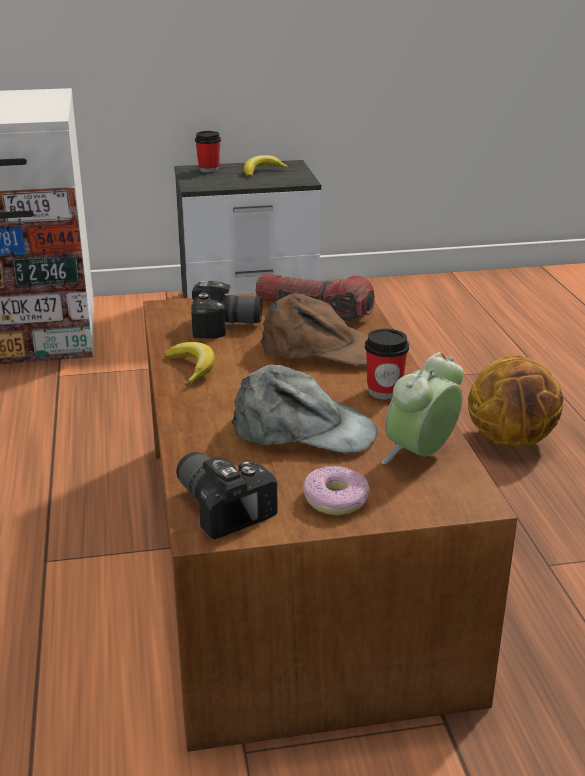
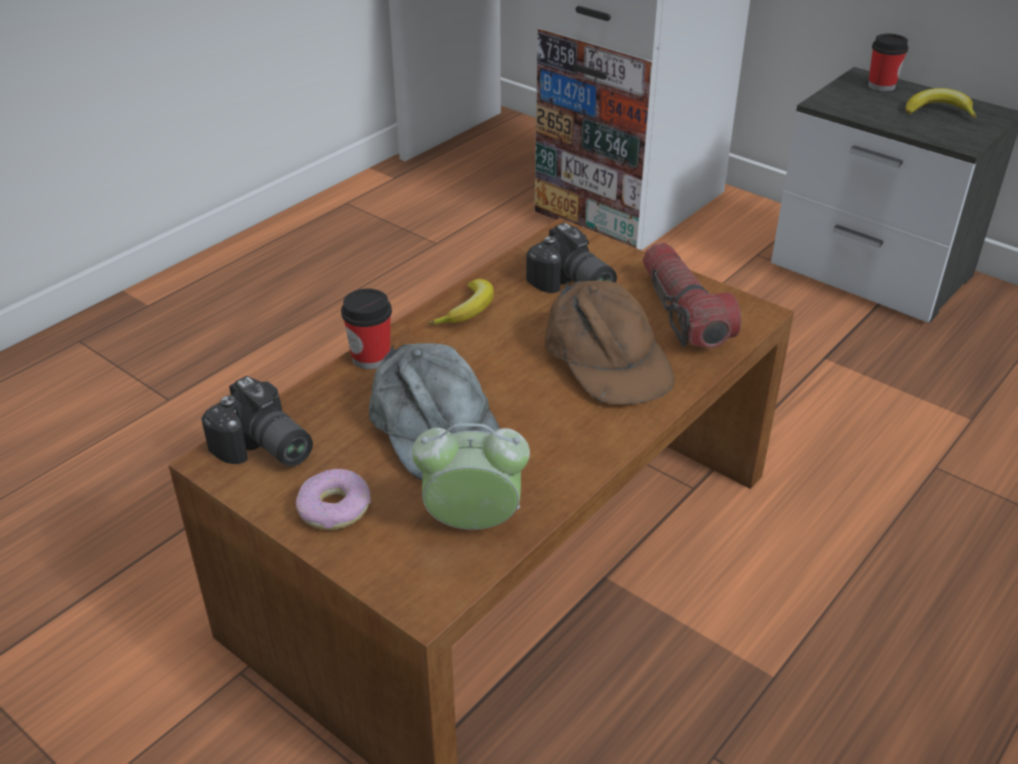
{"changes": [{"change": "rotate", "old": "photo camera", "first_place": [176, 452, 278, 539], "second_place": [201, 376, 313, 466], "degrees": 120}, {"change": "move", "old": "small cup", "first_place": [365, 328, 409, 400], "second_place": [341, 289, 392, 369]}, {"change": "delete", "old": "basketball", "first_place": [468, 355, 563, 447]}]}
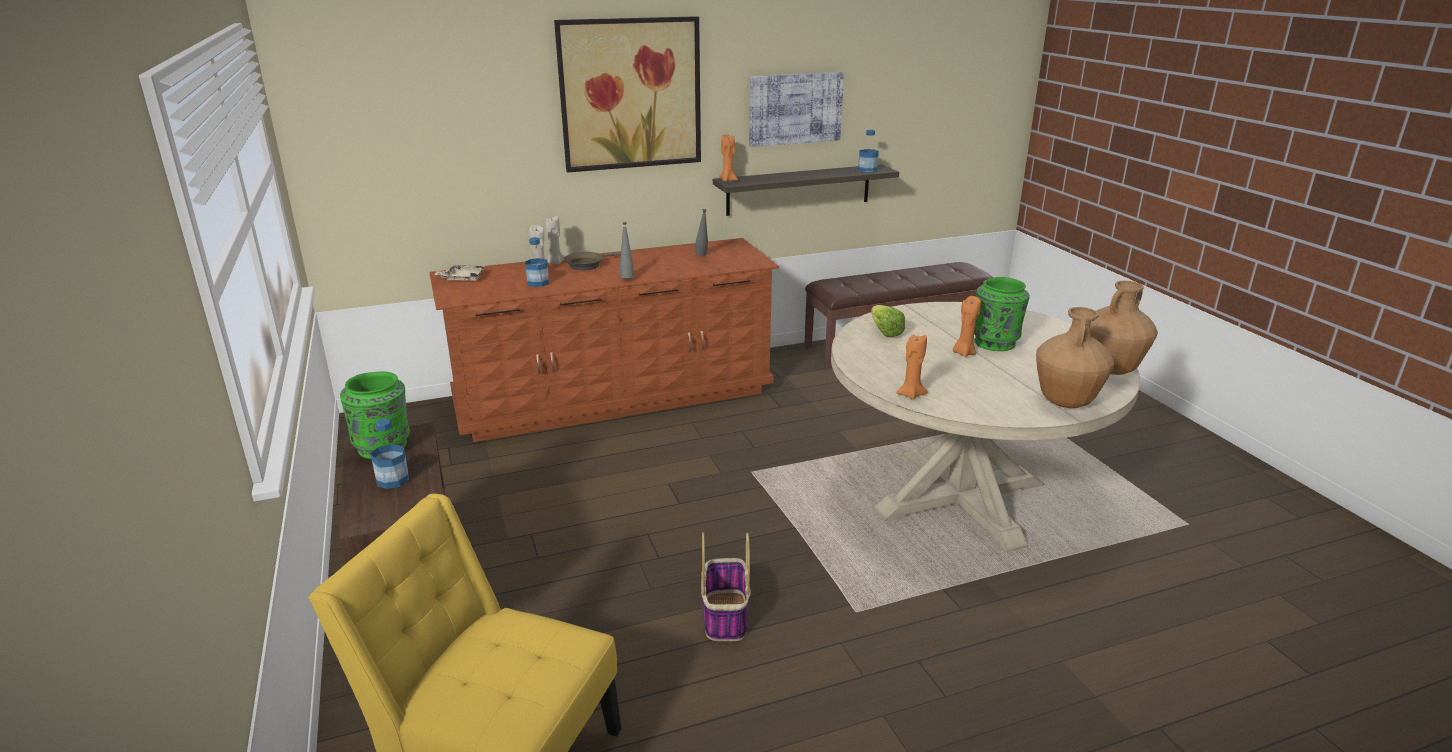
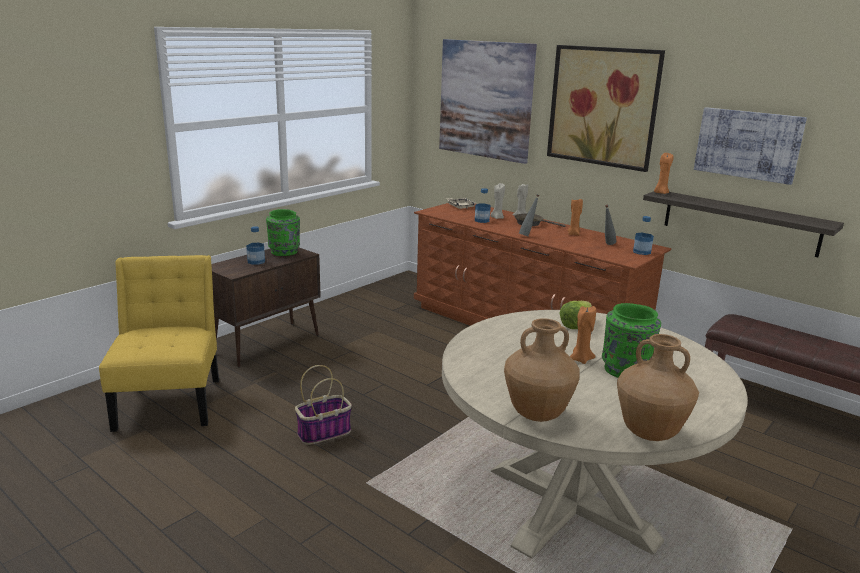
{"changes": [{"change": "insert", "new": "picture", "second_place": [439, 39, 537, 164]}, {"change": "move", "old": "candle in orange", "first_place": [896, 334, 928, 400], "second_place": [567, 198, 583, 235]}, {"change": "move", "old": "beverage bottle", "first_place": [858, 130, 879, 173], "second_place": [633, 216, 654, 255]}]}
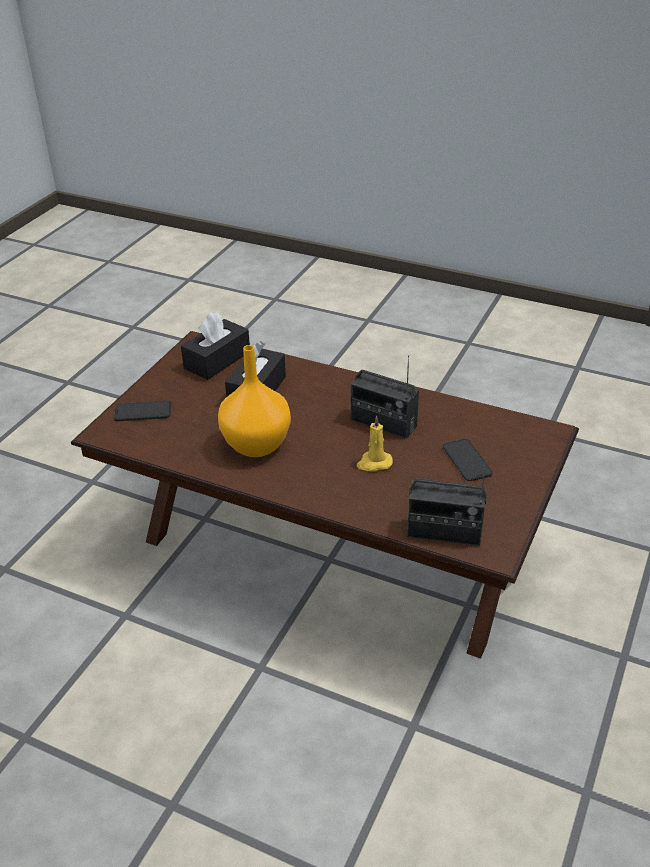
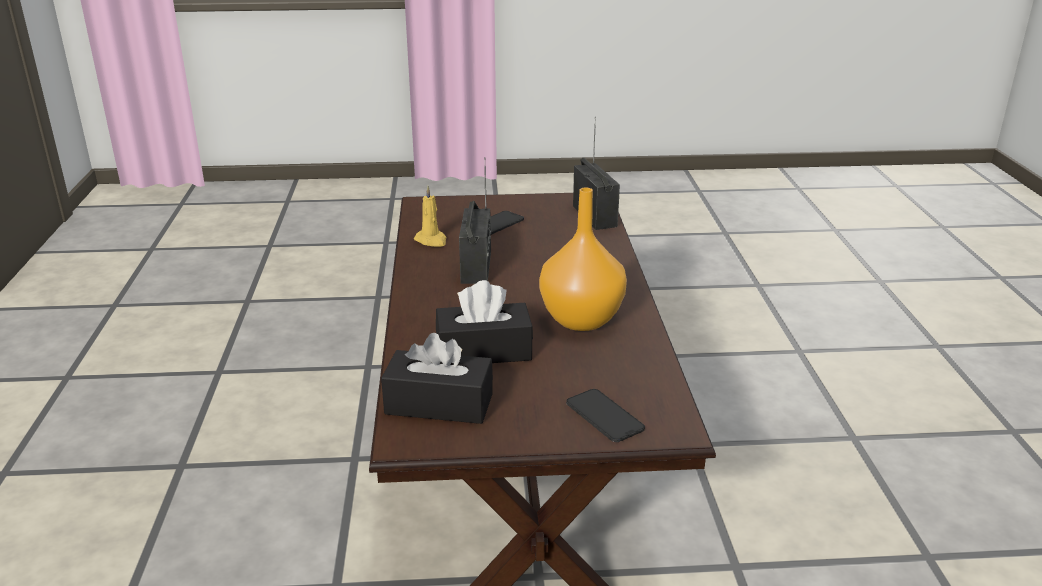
{"changes": [{"change": "move", "old": "candle in yellowish", "first_place": [357, 416, 393, 471], "second_place": [414, 186, 446, 247]}]}
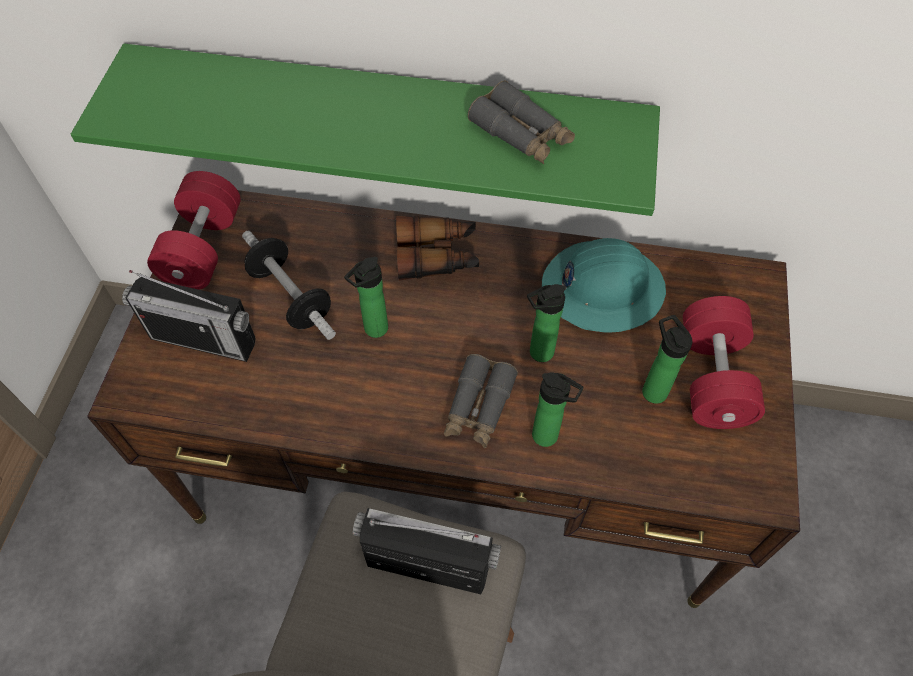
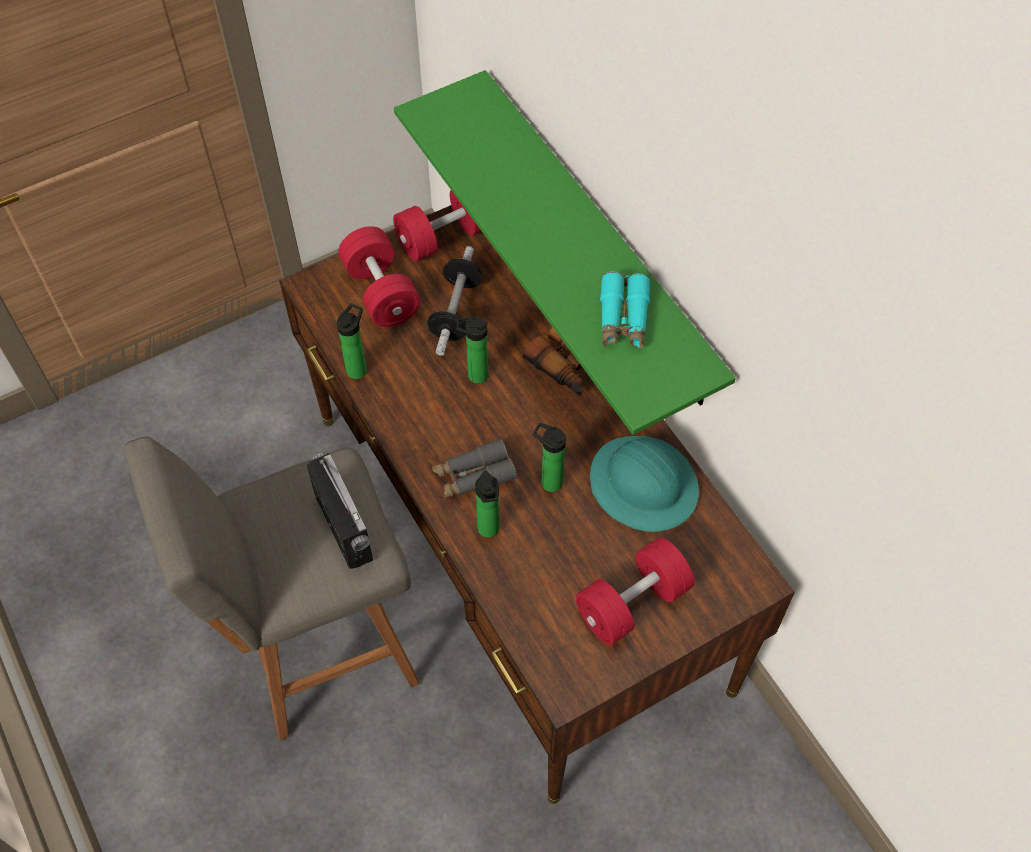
{"changes": [{"change": "move", "old": "beverage bottle", "first_place": [642, 315, 692, 404], "second_place": [337, 303, 367, 379]}, {"change": "replace", "old": "radio set", "new": "dumbbell in reddish", "first_place": [122, 270, 256, 362], "second_place": [338, 226, 420, 327]}, {"change": "recolor", "old": "pair of binoculars in grey", "new": "pair of binoculars in turquoise-coloured", "first_place": [468, 80, 575, 164], "second_place": [600, 272, 651, 348]}]}
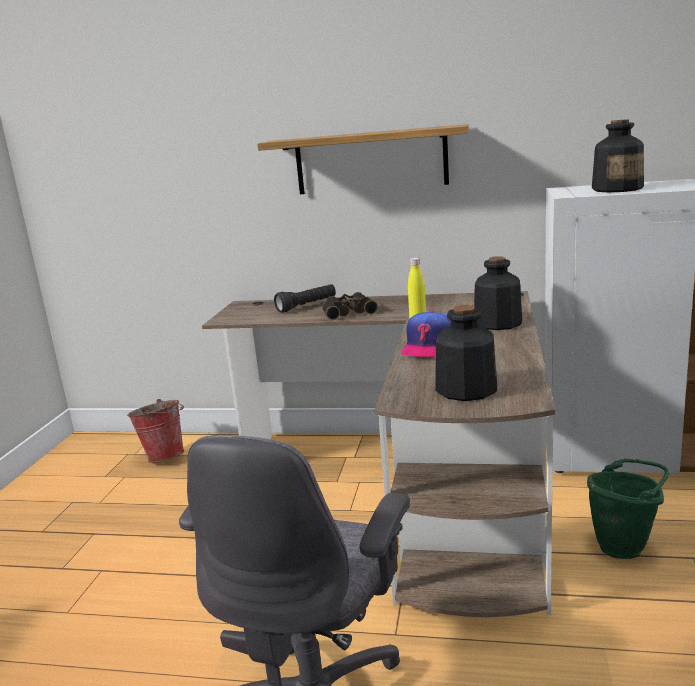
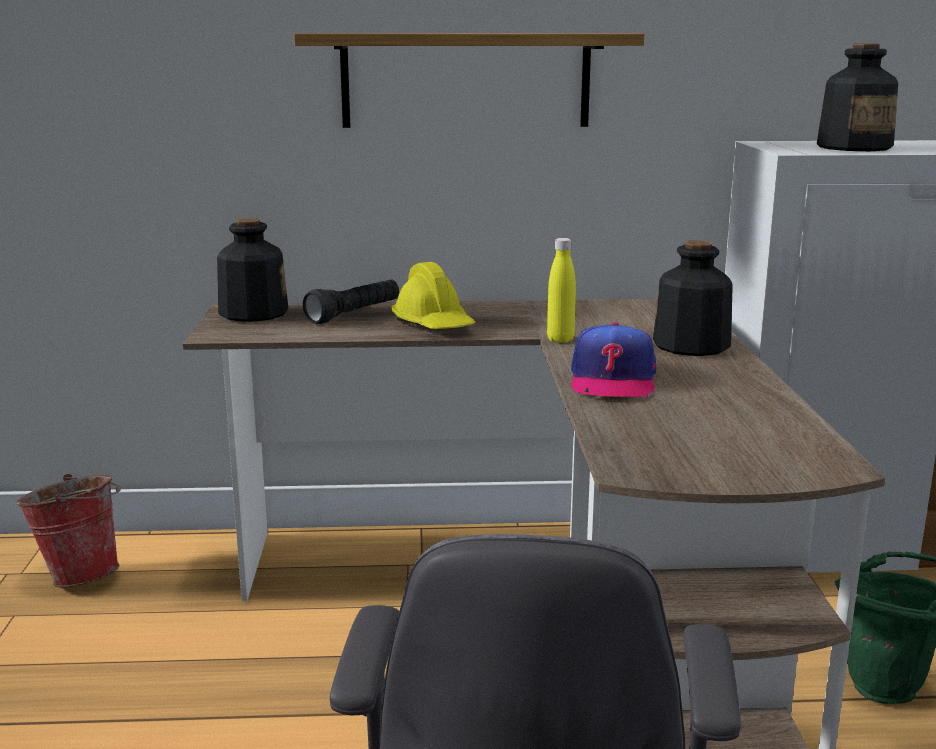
{"changes": [{"change": "move", "old": "beverage bottle", "first_place": [435, 305, 497, 401], "second_place": [217, 218, 288, 322]}, {"change": "replace", "old": "pair of binoculars", "new": "hard hat in yellowish", "first_place": [322, 292, 378, 320], "second_place": [392, 262, 476, 329]}]}
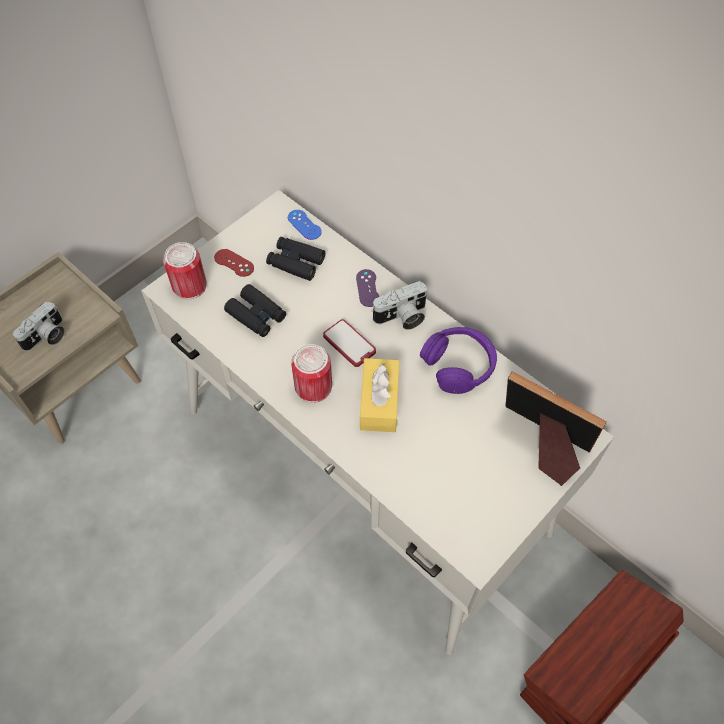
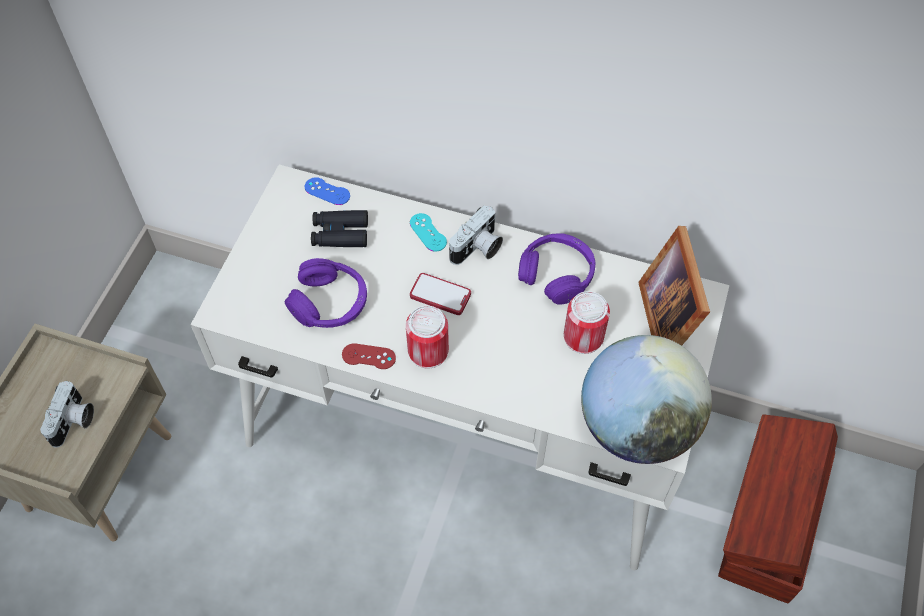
{"changes": [{"change": "replace", "old": "pair of binoculars in black-coloured", "new": "headphones in purplish", "first_place": [224, 284, 286, 337], "second_place": [285, 258, 367, 328]}, {"change": "move", "old": "gamepad in reddish", "first_place": [214, 249, 254, 277], "second_place": [342, 343, 396, 369]}, {"change": "recolor", "old": "gamepad in purplish", "new": "gamepad in turquoise-coloured", "first_place": [356, 269, 380, 307], "second_place": [410, 213, 447, 252]}, {"change": "move", "old": "metal can", "first_place": [163, 242, 207, 299], "second_place": [564, 291, 610, 354]}, {"change": "insert", "new": "desk globe", "second_place": [581, 335, 712, 464]}, {"change": "rotate", "old": "picture frame", "first_place": [505, 371, 607, 486], "second_place": [638, 226, 710, 346], "degrees": -105}, {"change": "delete", "old": "tissue box in yellowish", "first_place": [360, 358, 400, 432]}]}
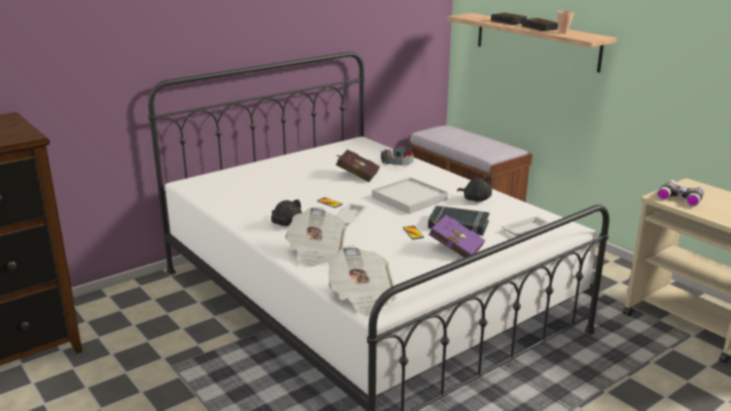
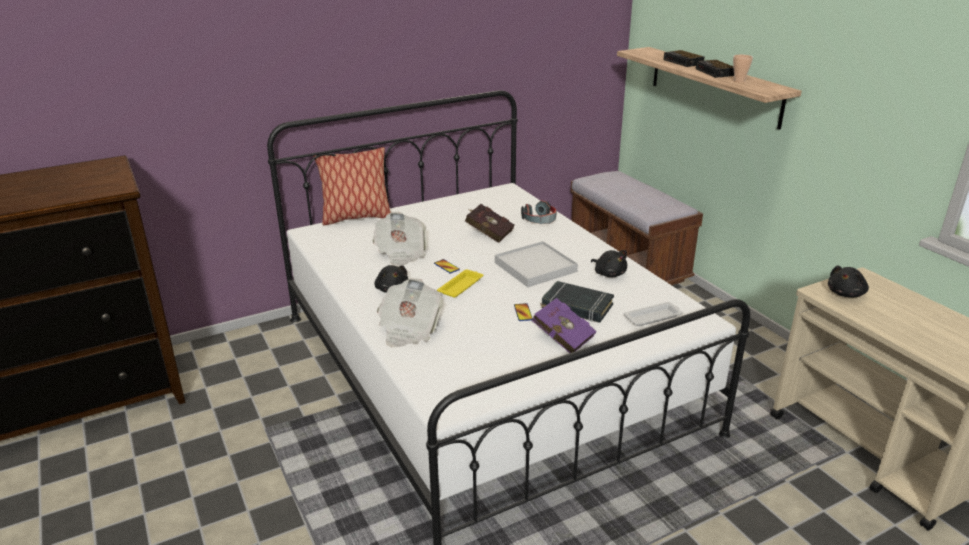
{"changes": [{"change": "insert", "new": "cushion", "second_place": [313, 147, 391, 225]}, {"change": "move", "old": "newspaper", "first_place": [328, 246, 396, 316], "second_place": [372, 212, 427, 267]}, {"change": "recolor", "old": "serving tray in white", "new": "serving tray in yellowish", "first_place": [336, 203, 367, 226], "second_place": [437, 269, 483, 298]}, {"change": "replace", "old": "pair of binoculars", "new": "soft toy in black-coloured", "first_place": [657, 180, 705, 207], "second_place": [828, 266, 869, 297]}]}
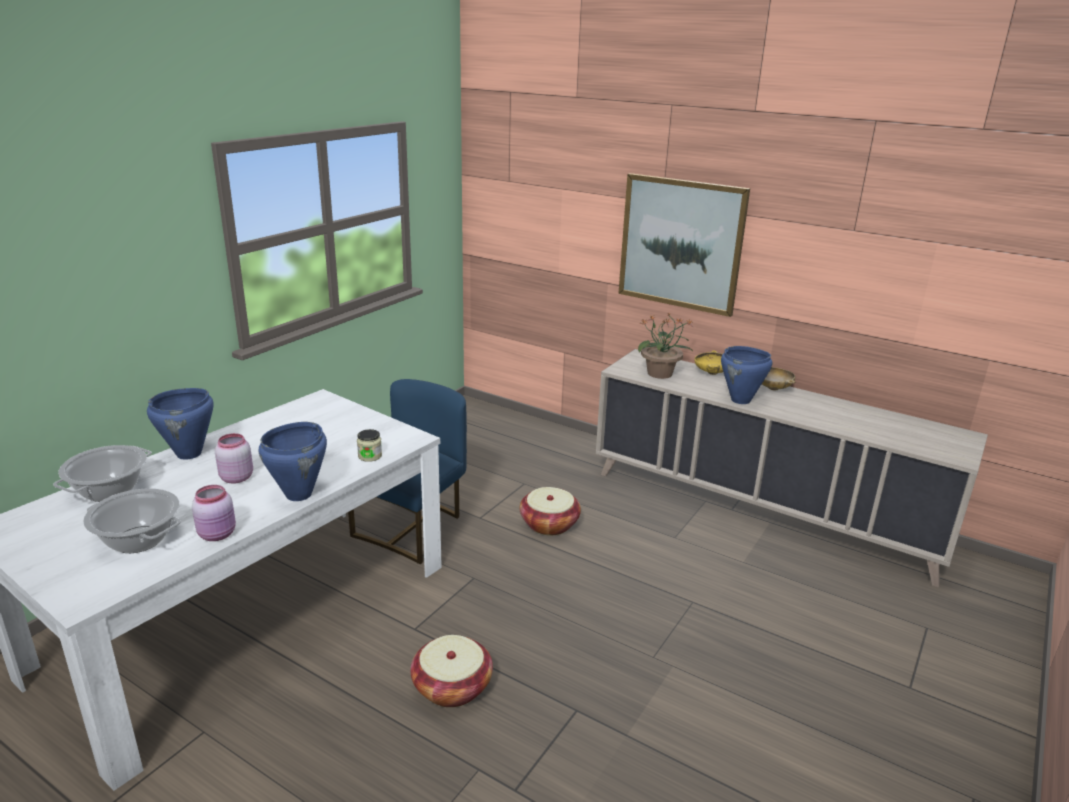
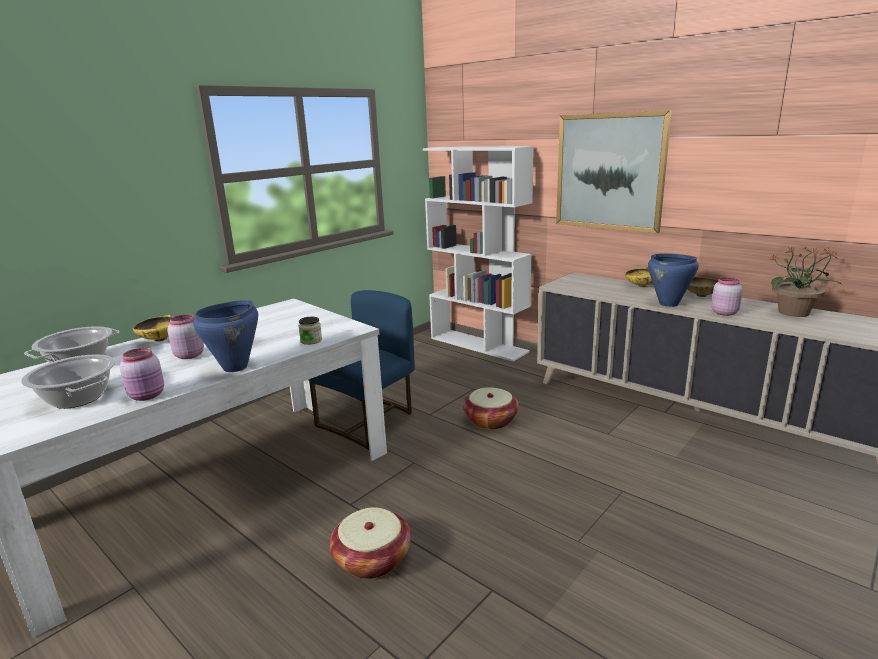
{"changes": [{"change": "replace", "old": "saucepot in bluish", "new": "serving bowl in yellowish", "first_place": [147, 388, 214, 460], "second_place": [133, 315, 173, 342]}, {"change": "insert", "new": "shelving unit in white", "second_place": [423, 146, 534, 362]}, {"change": "insert", "new": "jar in pinkish", "second_place": [711, 277, 743, 316]}, {"change": "move", "old": "plant in a pot", "first_place": [638, 314, 693, 379], "second_place": [768, 246, 841, 317]}]}
